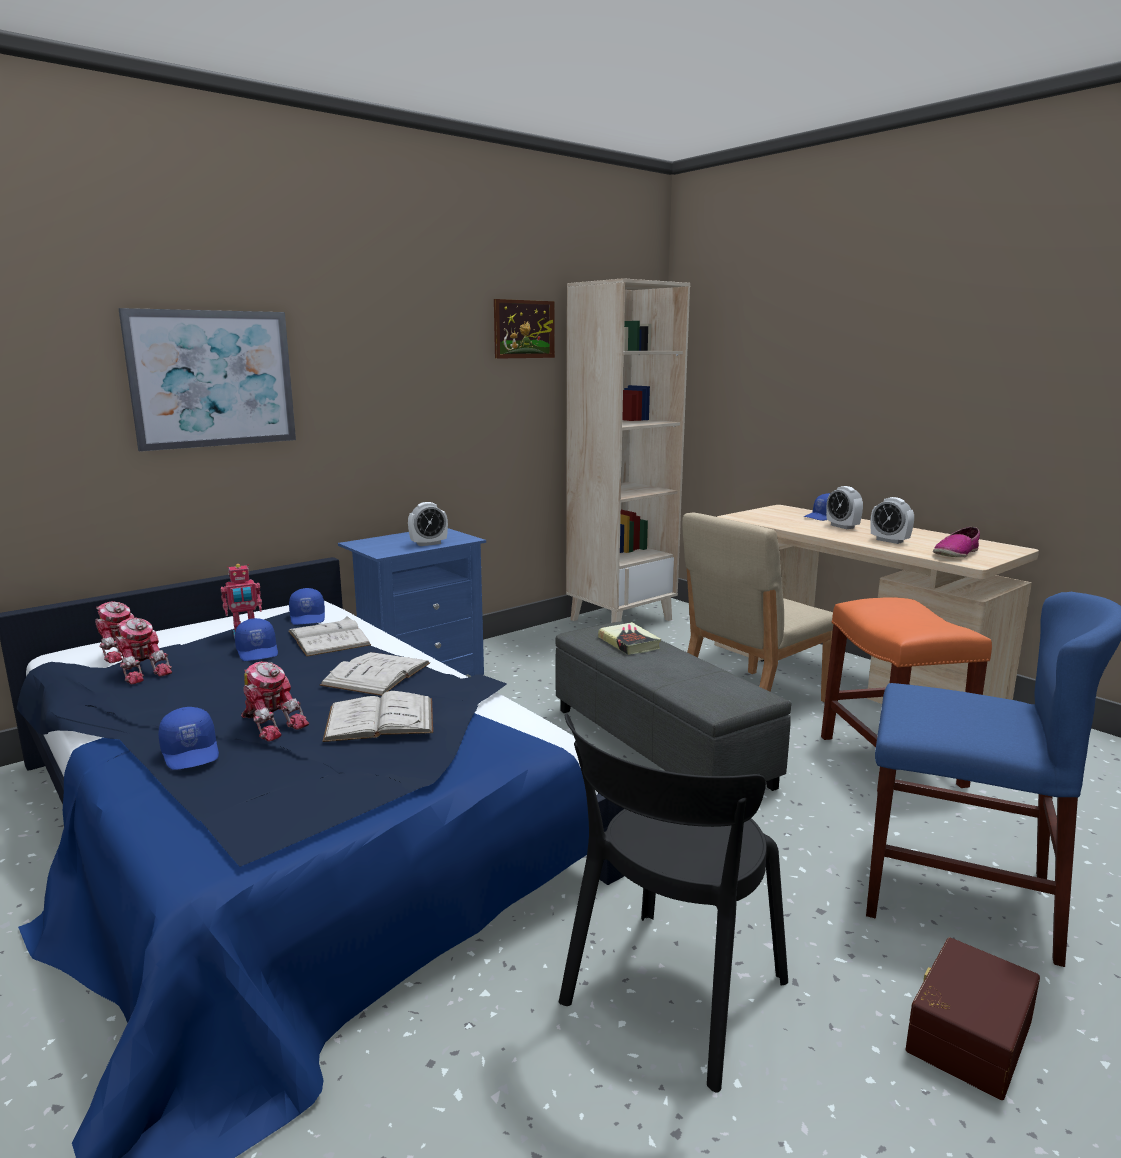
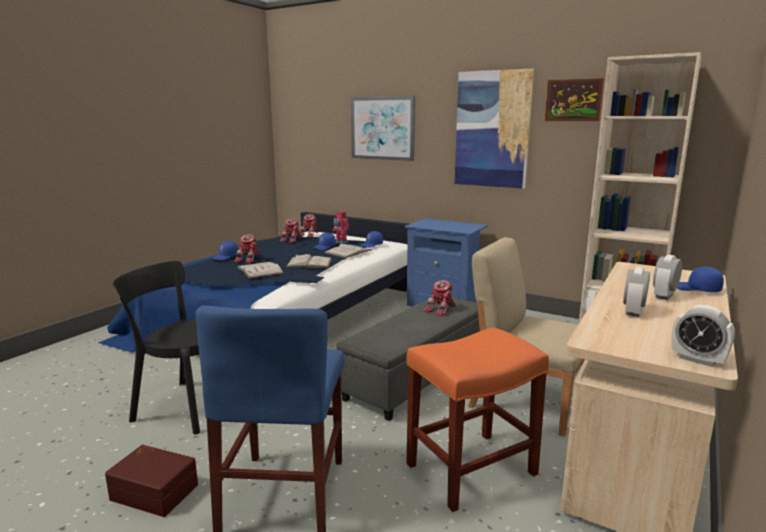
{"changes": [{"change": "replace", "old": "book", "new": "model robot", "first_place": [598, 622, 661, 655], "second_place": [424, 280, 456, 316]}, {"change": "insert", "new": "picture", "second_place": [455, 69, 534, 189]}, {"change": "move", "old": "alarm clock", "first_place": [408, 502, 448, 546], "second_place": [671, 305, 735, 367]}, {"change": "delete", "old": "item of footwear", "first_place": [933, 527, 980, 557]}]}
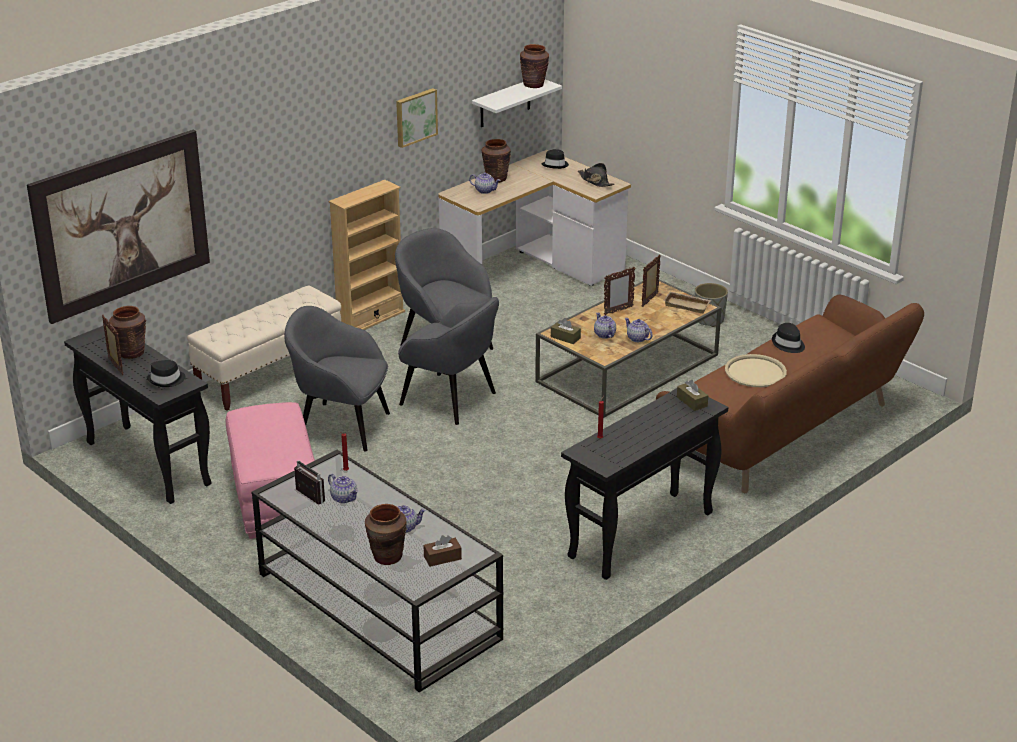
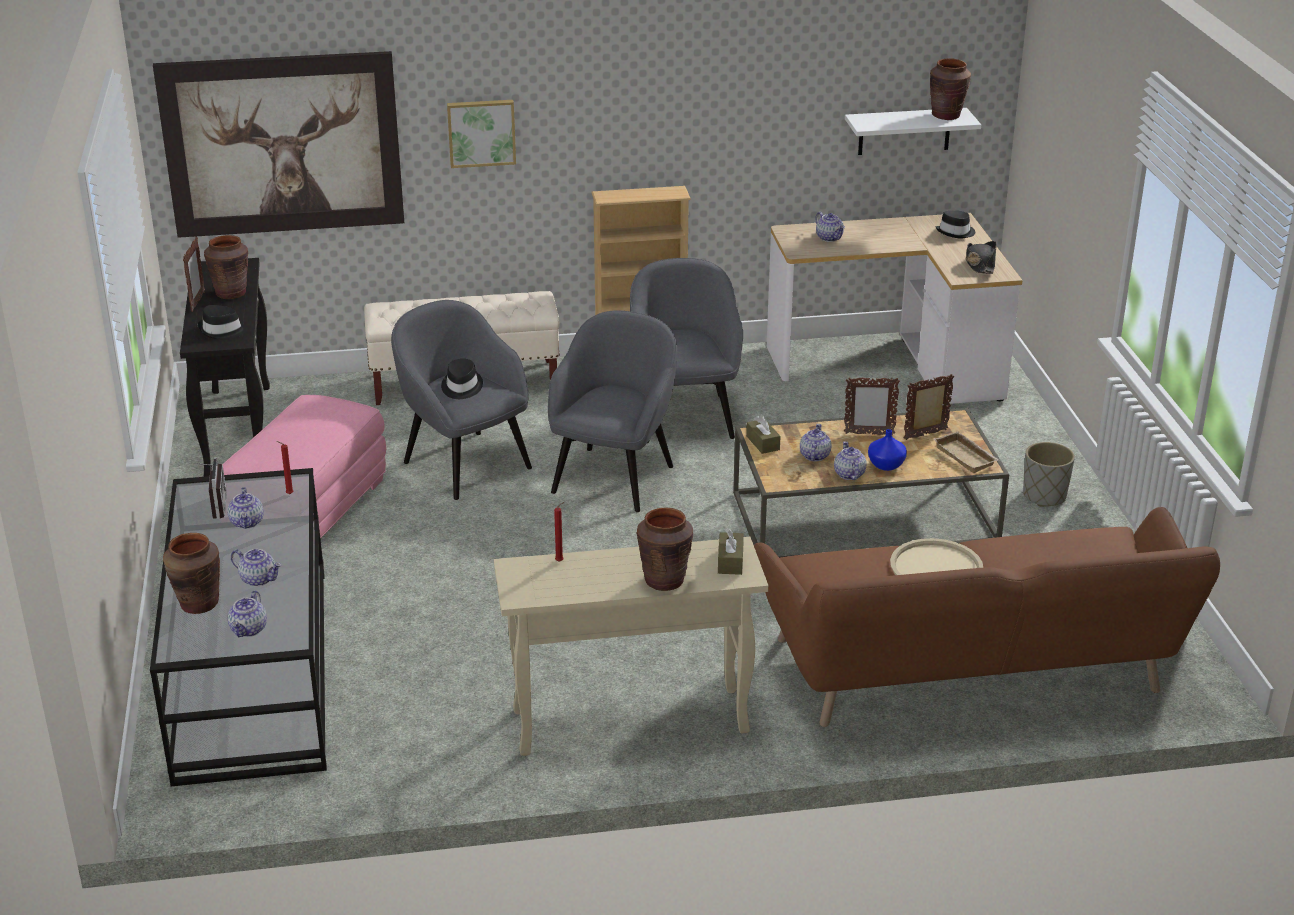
{"changes": [{"change": "replace", "old": "tissue box in brown-coloured", "new": "teapot", "first_place": [423, 535, 462, 567], "second_place": [228, 590, 267, 637]}, {"change": "move", "old": "clothing hat in black-coloured", "first_place": [772, 323, 805, 353], "second_place": [441, 359, 483, 399]}, {"change": "move", "old": "picture", "first_place": [396, 88, 438, 148], "second_place": [447, 100, 516, 168]}, {"change": "recolor", "old": "narrow table in black-coloured", "new": "narrow table in sand-coloured", "first_place": [561, 388, 728, 580], "second_place": [494, 537, 768, 756]}, {"change": "rotate", "old": "lounge chair in grey", "first_place": [398, 297, 499, 425], "second_place": [548, 310, 677, 512], "degrees": -135}, {"change": "move", "old": "vase in brown-coloured", "first_place": [482, 139, 511, 183], "second_place": [636, 508, 693, 591]}, {"change": "insert", "new": "vase in bluish", "second_place": [868, 429, 907, 471]}]}
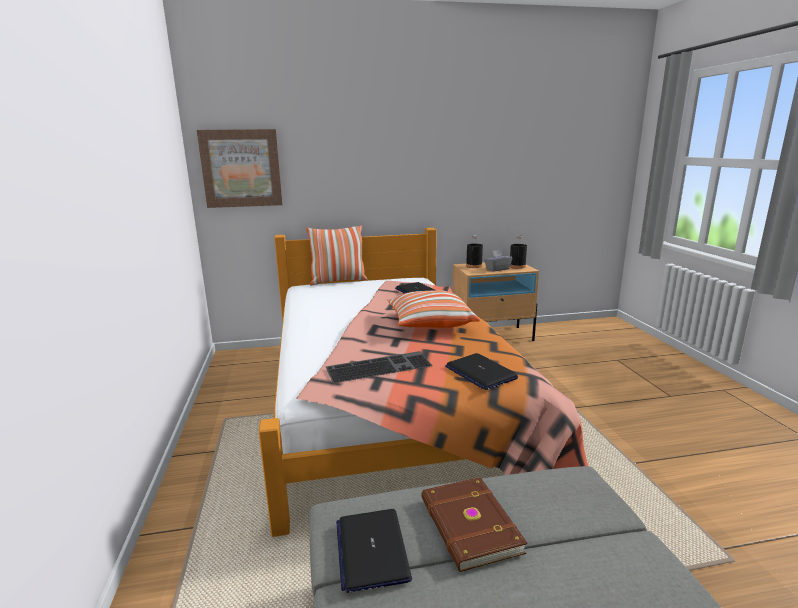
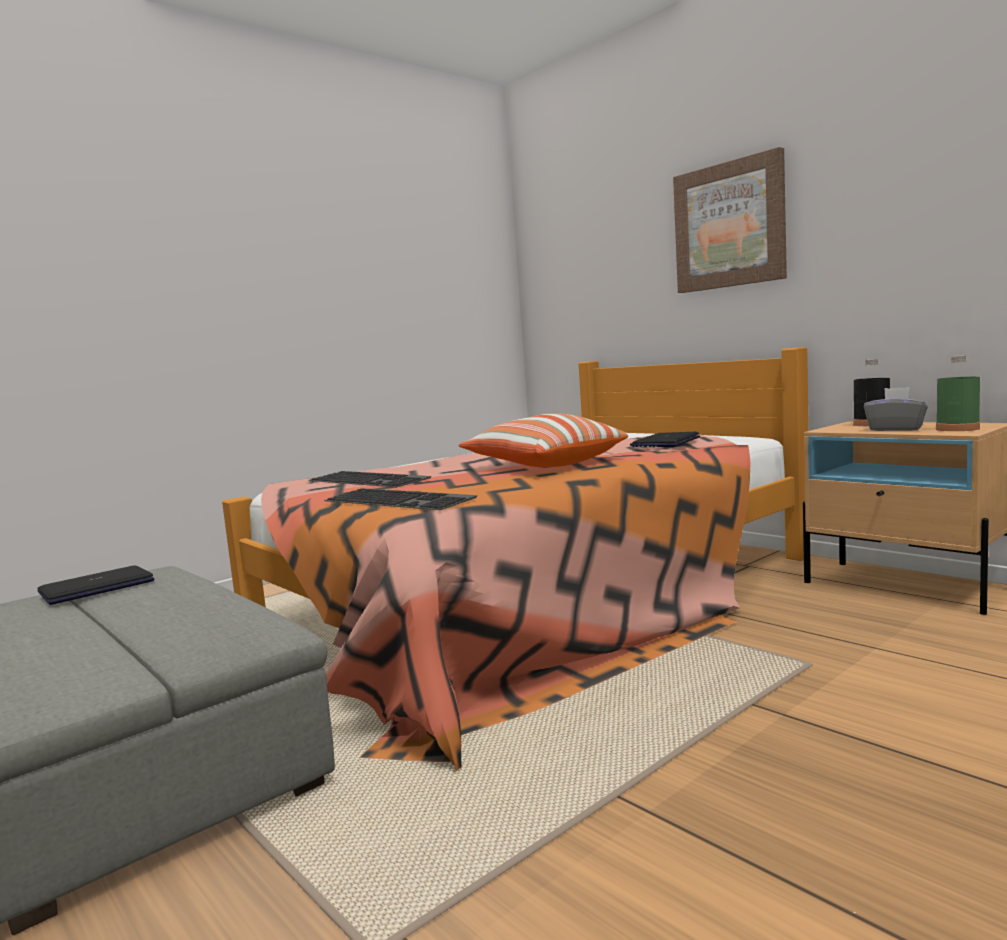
{"changes": [{"change": "replace", "old": "laptop", "new": "keyboard", "first_place": [445, 353, 518, 390], "second_place": [324, 488, 477, 510]}, {"change": "move", "old": "picture", "first_place": [197, 129, 283, 208], "second_place": [673, 147, 787, 293]}, {"change": "recolor", "old": "beverage bottle in black-coloured", "new": "beverage bottle in greenish", "first_place": [510, 235, 527, 269], "second_place": [936, 355, 980, 431]}, {"change": "delete", "old": "cushion", "first_place": [306, 225, 367, 286]}, {"change": "delete", "old": "book in brown-coloured", "first_place": [421, 477, 527, 572]}]}
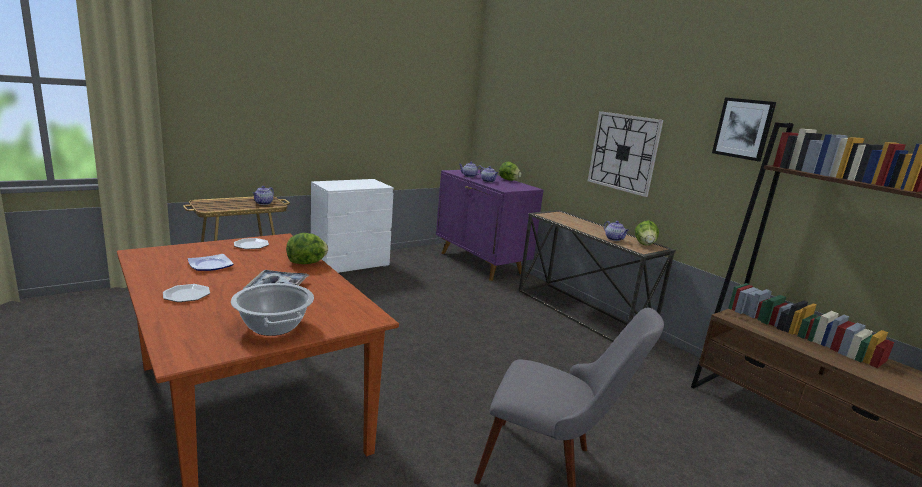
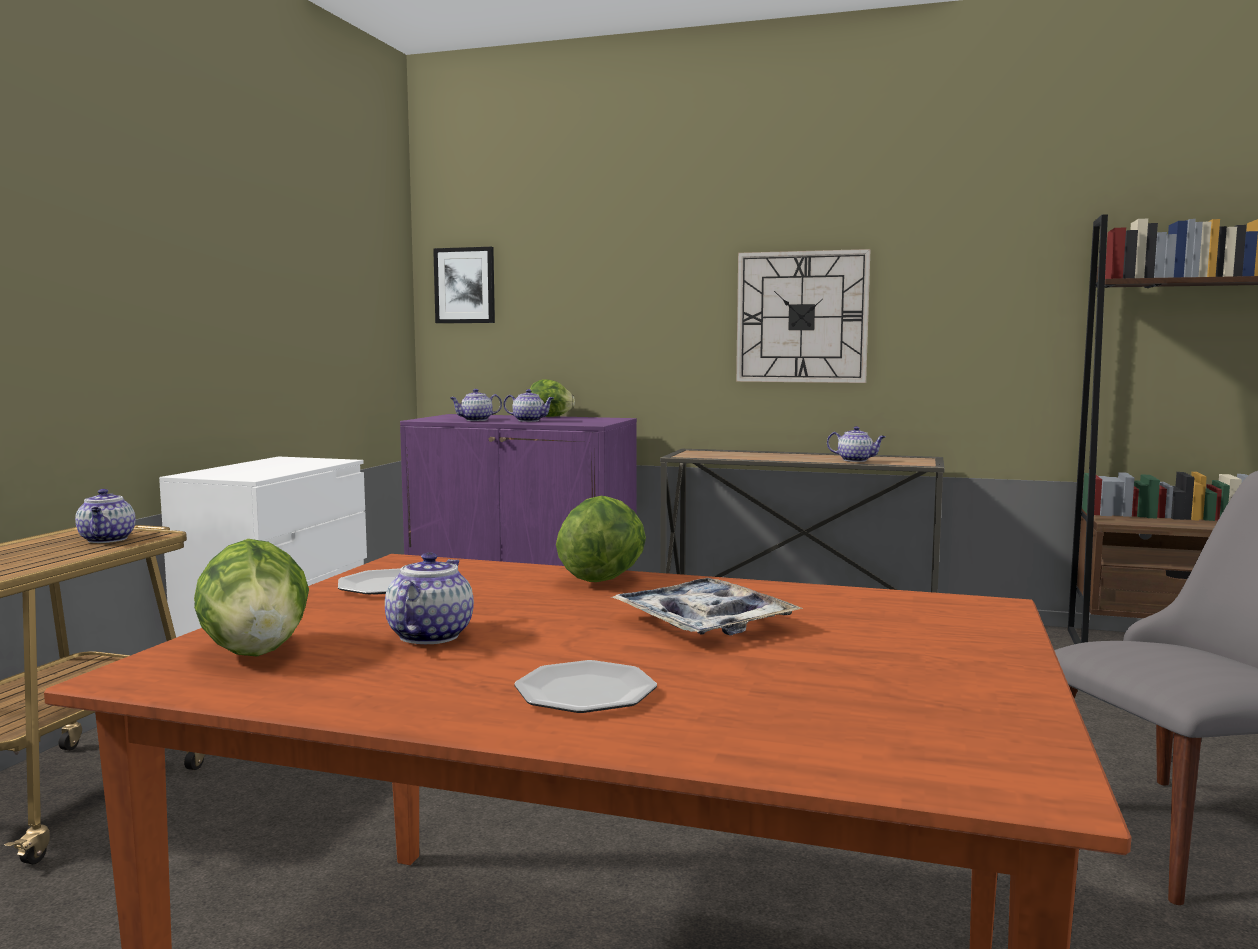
{"changes": [{"change": "move", "old": "head of lettuce", "first_place": [635, 220, 659, 246], "second_place": [194, 539, 309, 656]}, {"change": "replace", "old": "dinner plate", "new": "teapot", "first_place": [188, 254, 233, 271], "second_place": [385, 552, 474, 644]}, {"change": "move", "old": "picture", "first_place": [712, 97, 776, 162], "second_place": [433, 247, 495, 323]}, {"change": "delete", "old": "saucepot", "first_place": [231, 283, 314, 336]}]}
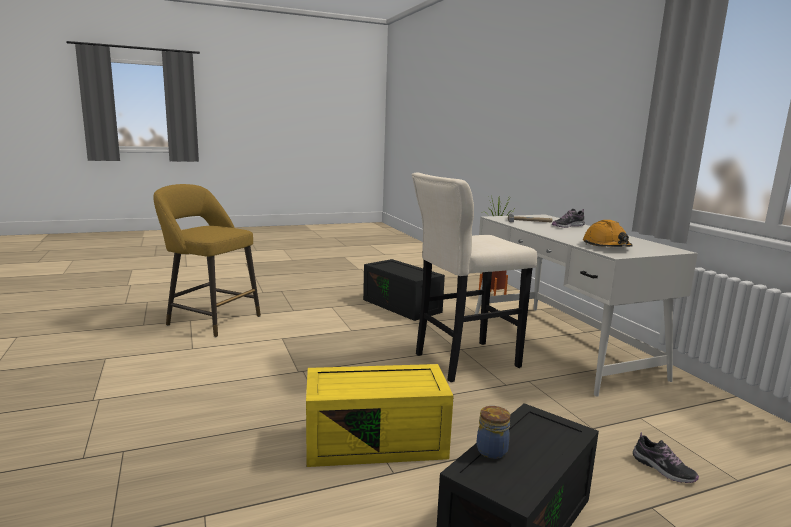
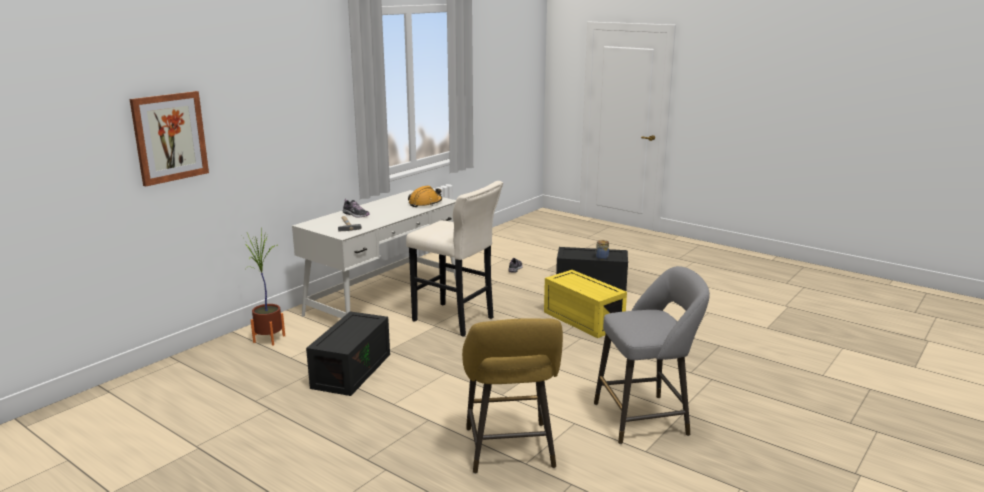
{"changes": [{"change": "insert", "new": "picture", "second_place": [130, 91, 209, 186]}, {"change": "insert", "new": "stool seat in grey", "second_place": [594, 266, 710, 444]}]}
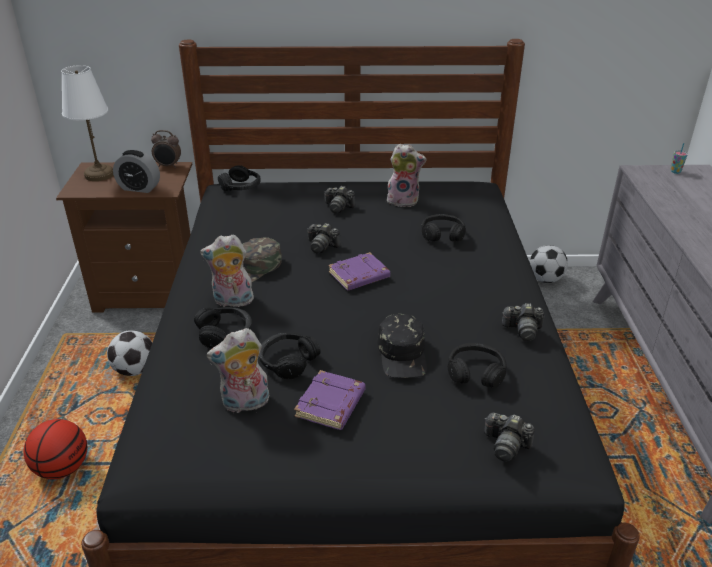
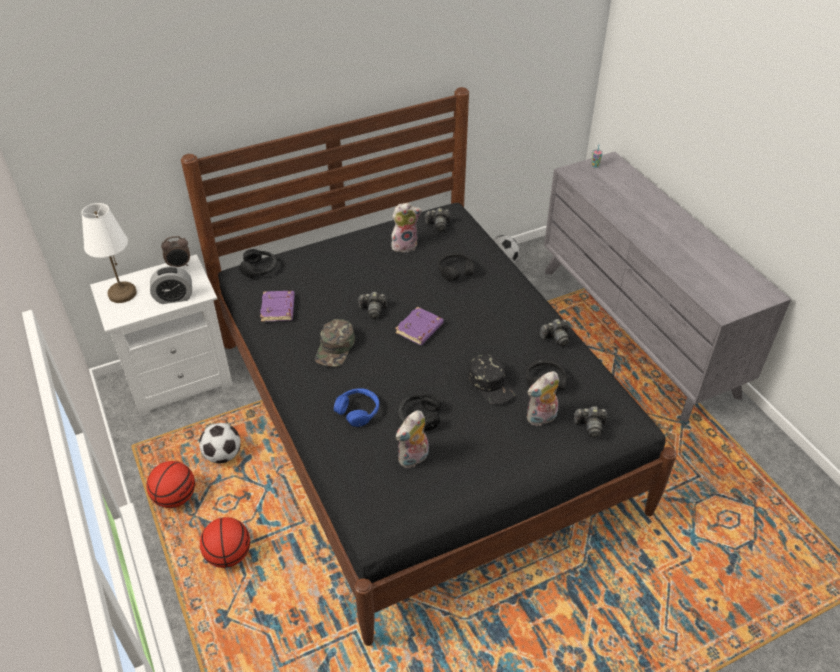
{"changes": [{"change": "recolor", "old": "nightstand in brown-coloured", "new": "nightstand in white", "first_place": [56, 162, 192, 313], "second_place": [90, 254, 233, 417]}, {"change": "insert", "new": "basketball", "second_place": [147, 461, 195, 508]}, {"change": "move", "old": "book in purplish", "first_place": [294, 370, 366, 430], "second_place": [260, 291, 295, 322]}, {"change": "recolor", "old": "headphones in black-coloured", "new": "headphones in bluish", "first_place": [194, 307, 252, 349], "second_place": [334, 388, 379, 427]}, {"change": "move", "old": "photo camera", "first_place": [324, 186, 356, 213], "second_place": [425, 208, 450, 231]}, {"change": "move", "old": "soft toy", "first_place": [200, 234, 255, 307], "second_place": [527, 371, 559, 426]}]}
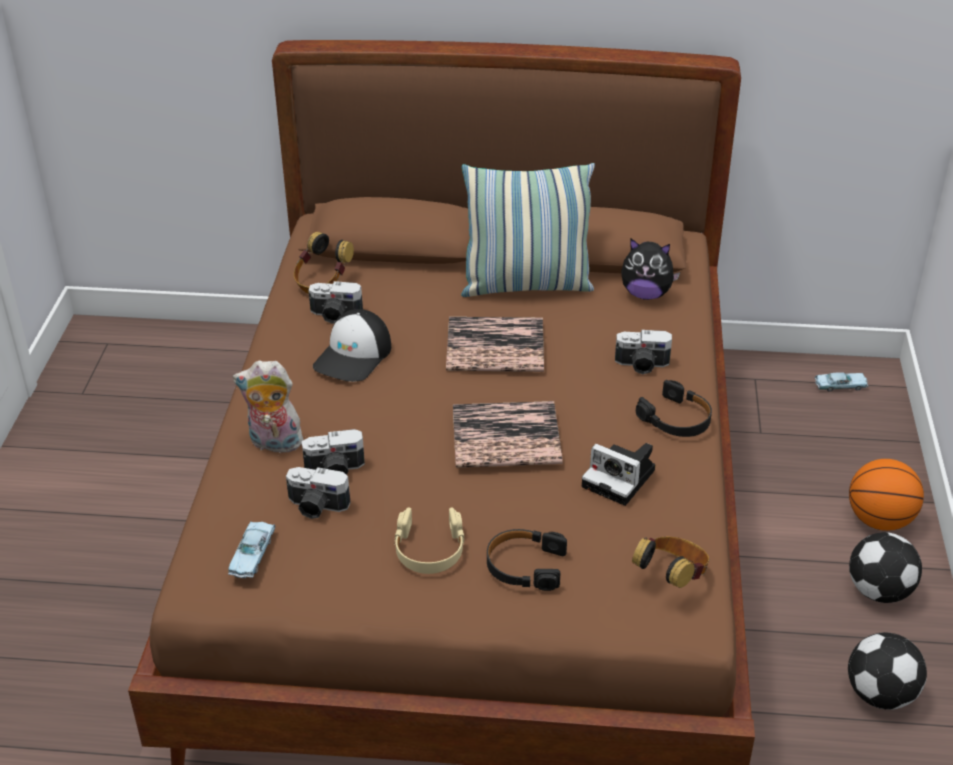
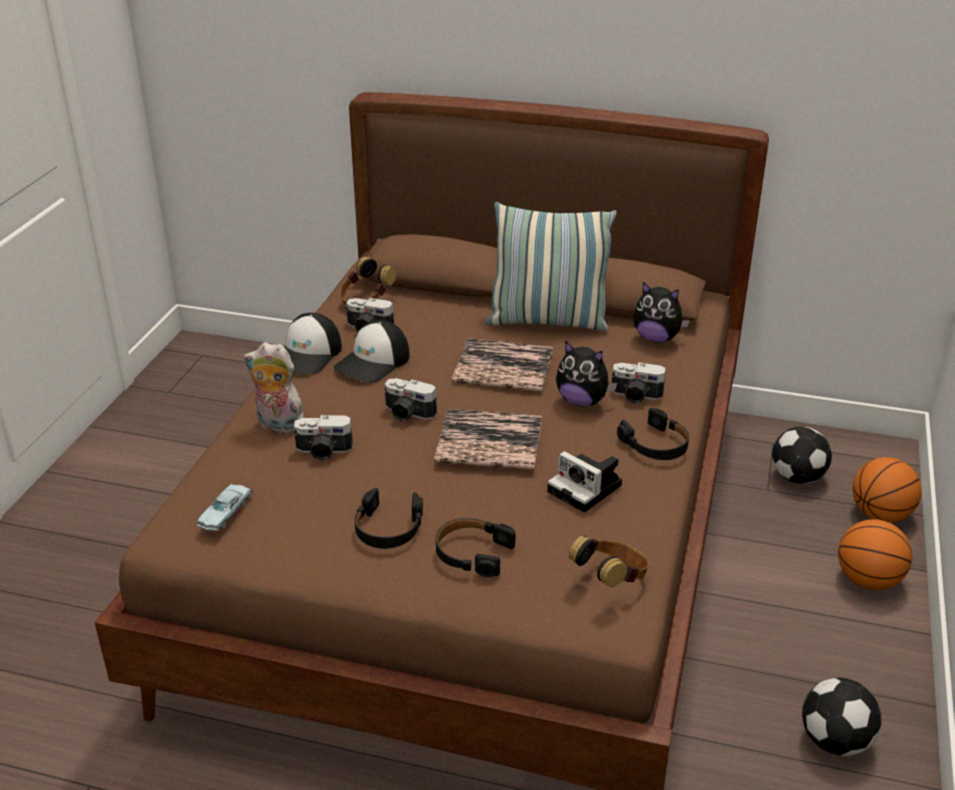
{"changes": [{"change": "insert", "new": "peaked cap", "second_place": [285, 313, 342, 374]}, {"change": "recolor", "old": "headphones in sand-coloured", "new": "headphones in black-coloured", "first_place": [394, 507, 464, 574], "second_place": [355, 488, 423, 549]}, {"change": "move", "old": "photo camera", "first_place": [286, 467, 351, 519], "second_place": [384, 378, 437, 421]}, {"change": "insert", "new": "soft toy", "second_place": [556, 341, 617, 406]}, {"change": "move", "old": "football", "first_place": [849, 532, 922, 603], "second_place": [772, 426, 832, 484]}, {"change": "insert", "new": "basketball", "second_place": [853, 457, 922, 523]}, {"change": "delete", "old": "miniature car in bluish", "first_place": [814, 372, 868, 392]}]}
